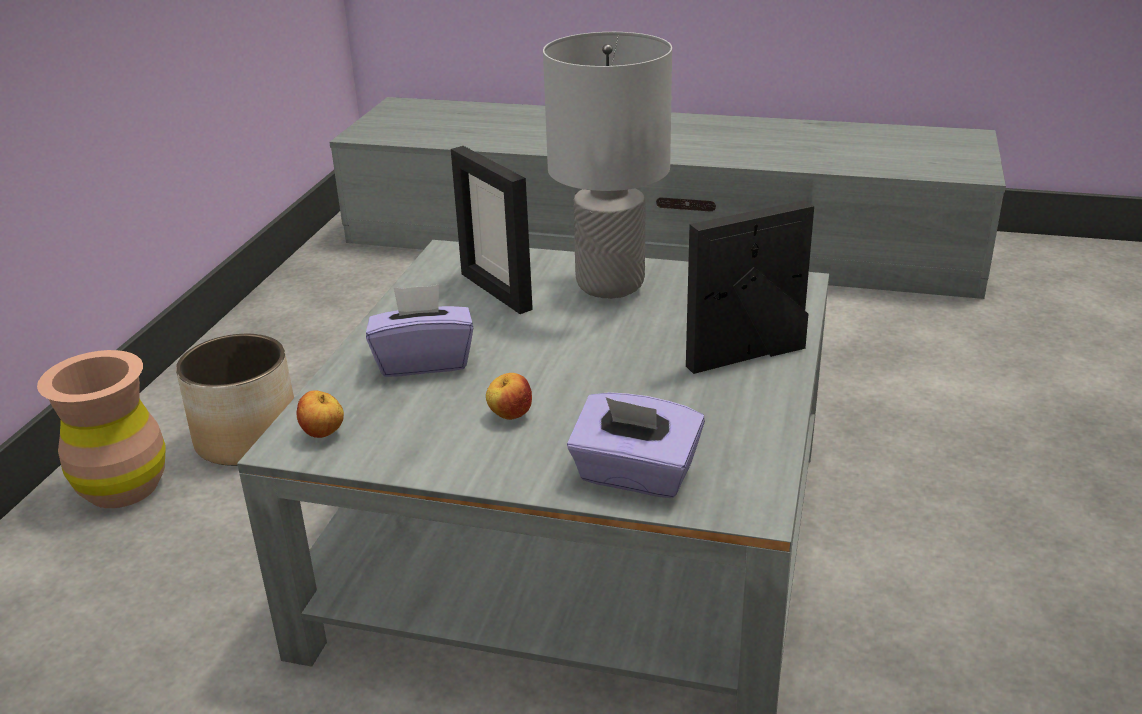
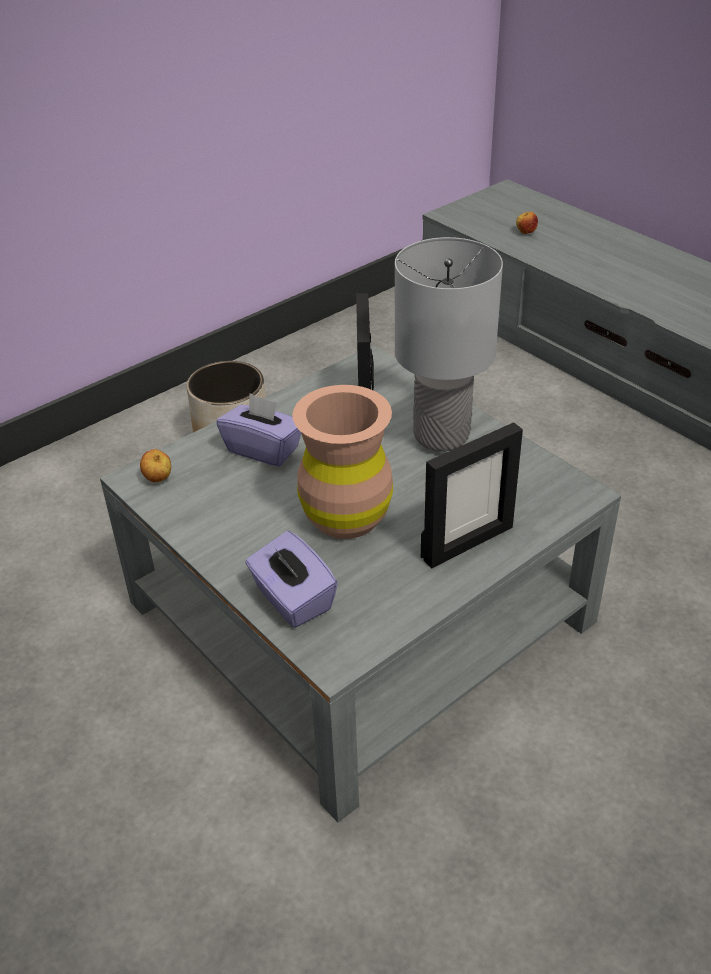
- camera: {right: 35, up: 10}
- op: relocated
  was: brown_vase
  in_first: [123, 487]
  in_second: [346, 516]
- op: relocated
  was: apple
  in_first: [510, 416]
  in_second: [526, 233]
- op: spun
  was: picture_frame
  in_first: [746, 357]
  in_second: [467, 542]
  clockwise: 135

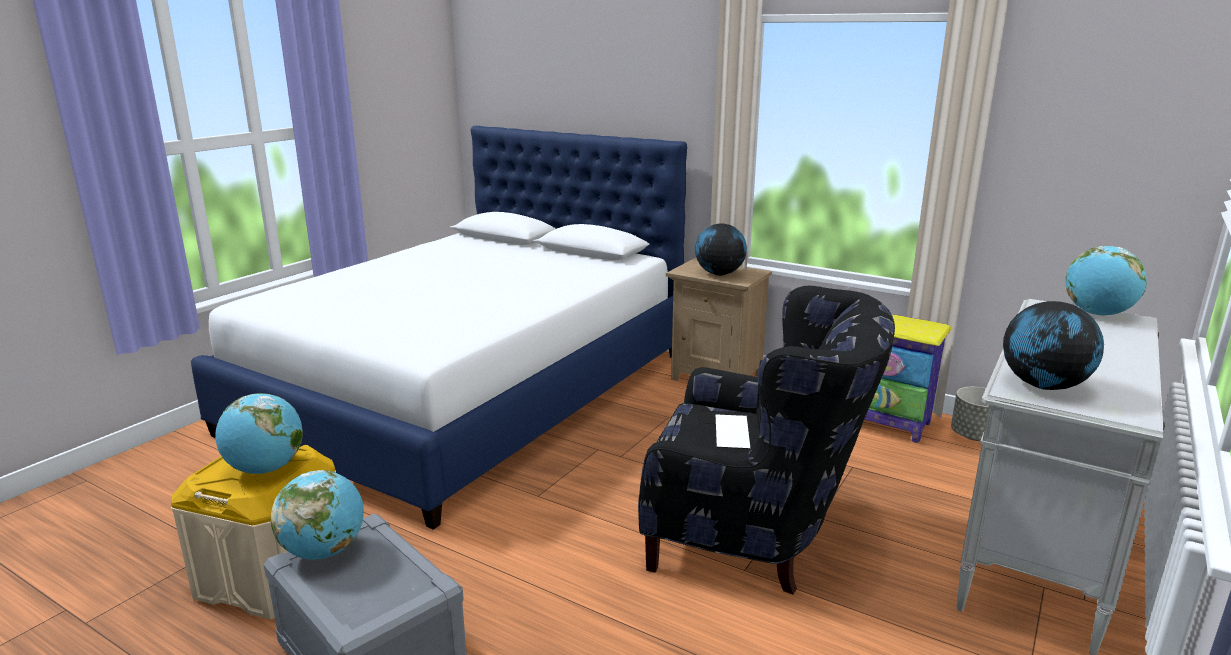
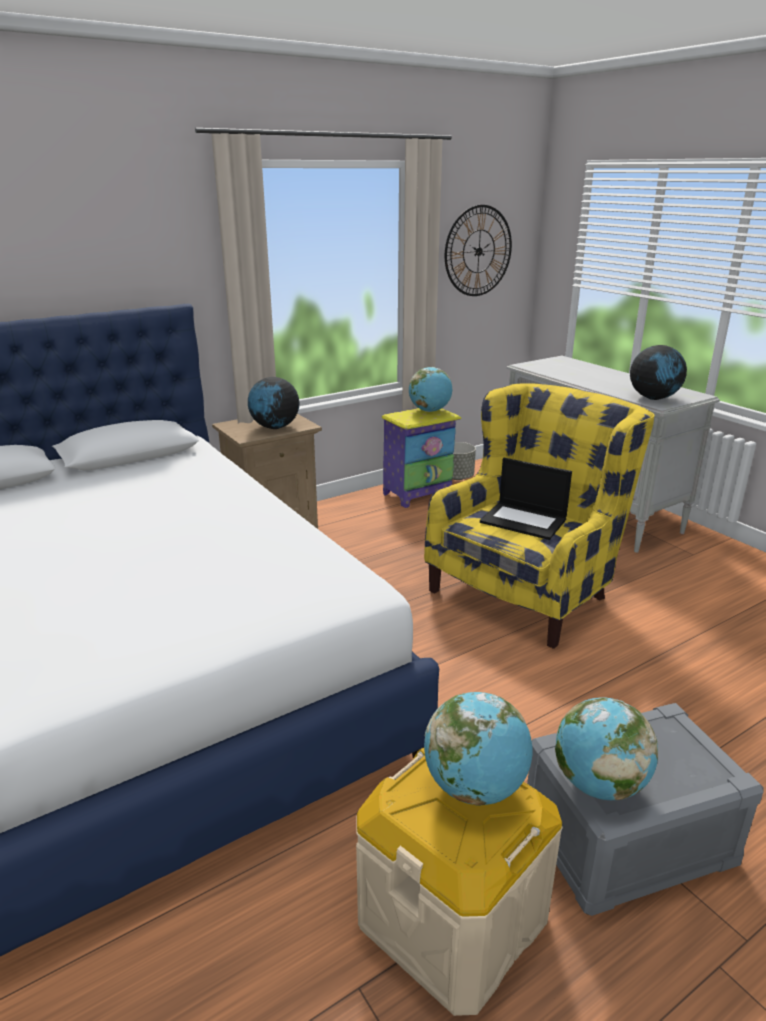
- camera: {right: -65, up: 5}
- op: colour
  was: black_armchair
  now: yellow_armchair
  in_first: [756, 534]
  in_second: [529, 588]
- op: relocated
  was: globe
  in_first: [1097, 314]
  in_second: [430, 411]
- op: appeared
  now: wall_clock
  in_second: [478, 251]

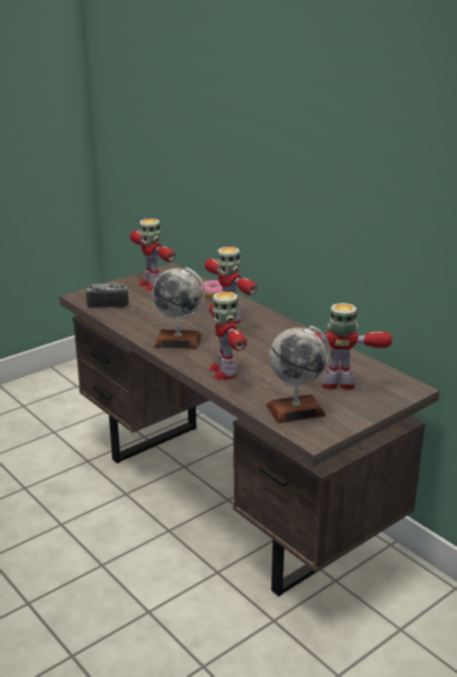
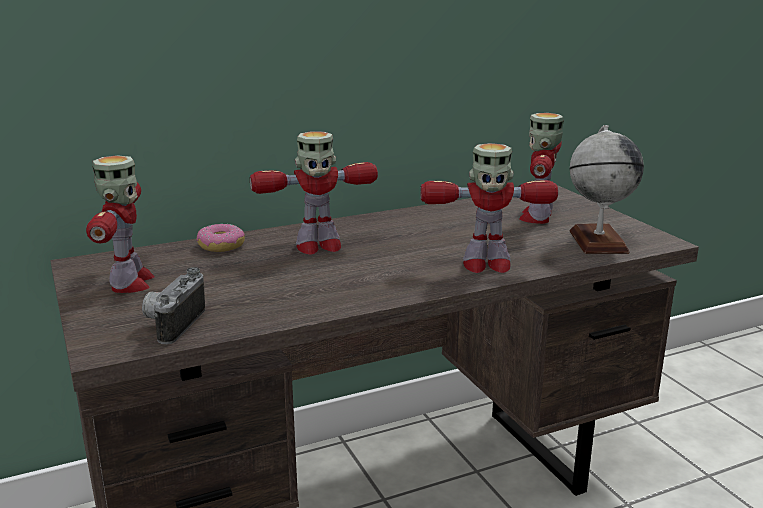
- camera: {right: -75, up: -5}
- op: spun
  was: toy_robot
  in_first: [151, 285]
  in_second: [130, 283]
  clockwise: -75
- op: missing
  was: globe
  in_first: [178, 341]

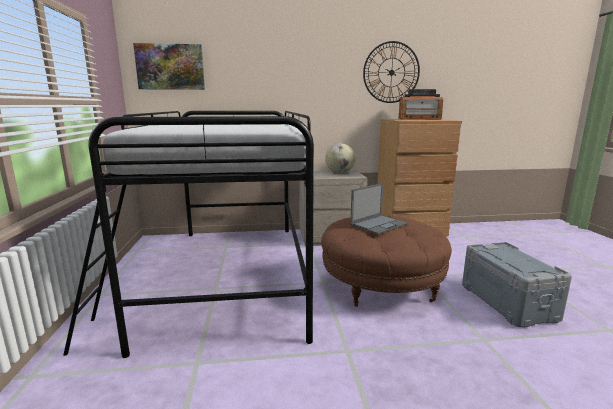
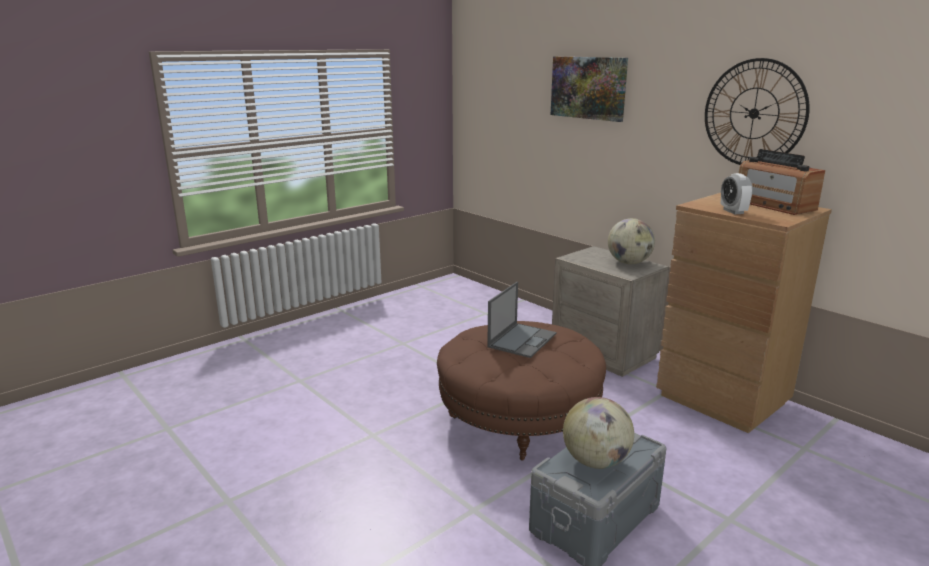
- camera: {right: 55, up: 5}
- op: missing
  was: black_bed
  in_first: [229, 275]
- op: relocated
  was: picture
  in_first: [170, 67]
  in_second: [588, 87]
- op: spun
  was: laptop
  in_first: [379, 224]
  in_second: [522, 340]
  clockwise: -75
- op: appeared
  now: globe
  in_second: [596, 461]
- op: appeared
  now: alarm_clock
  in_second: [733, 211]

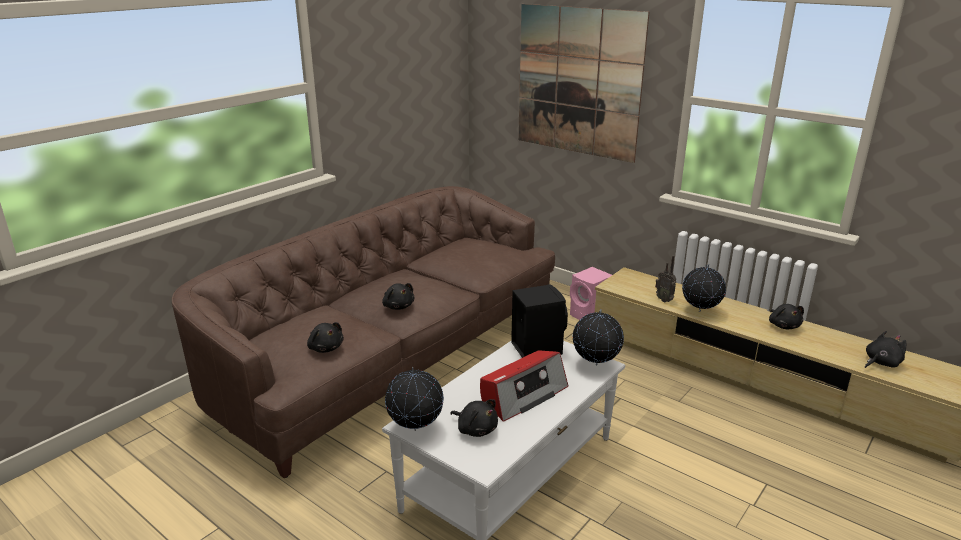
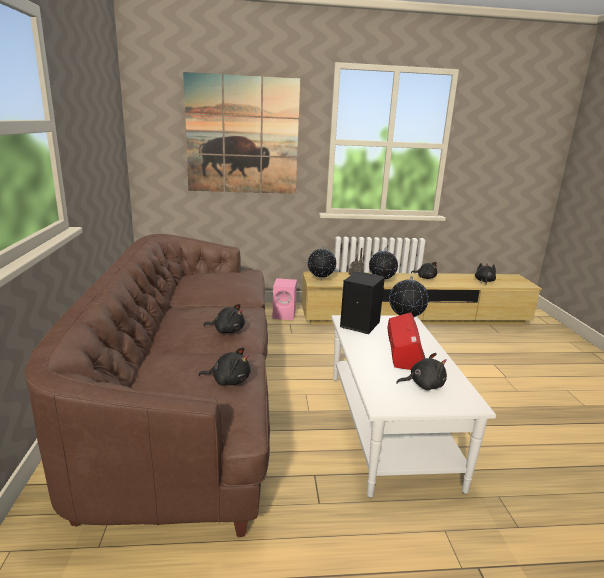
- camera: {right: -45, up: -5}
- op: relocated
  was: globe
  in_first: [416, 429]
  in_second: [320, 280]

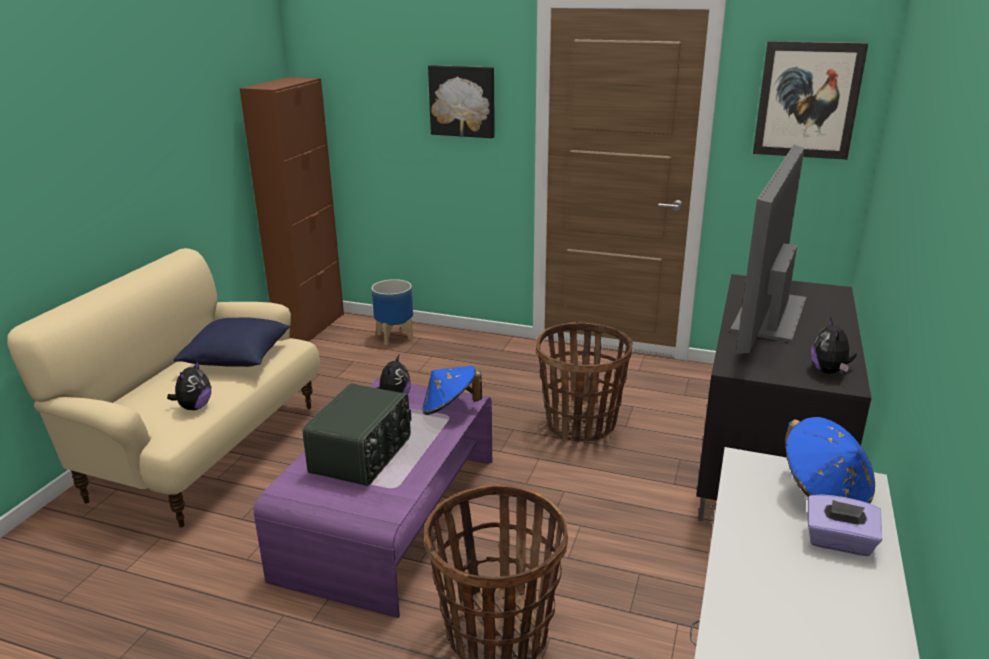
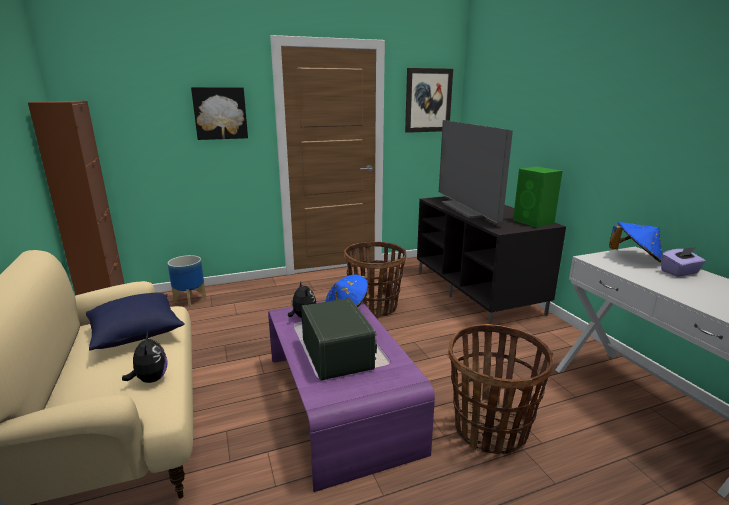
- camera: {right: -40, up: -5}
- op: exchanged
  was: plush_toy
  now: green_speaker
  in_first: [829, 371]
  in_second: [534, 222]

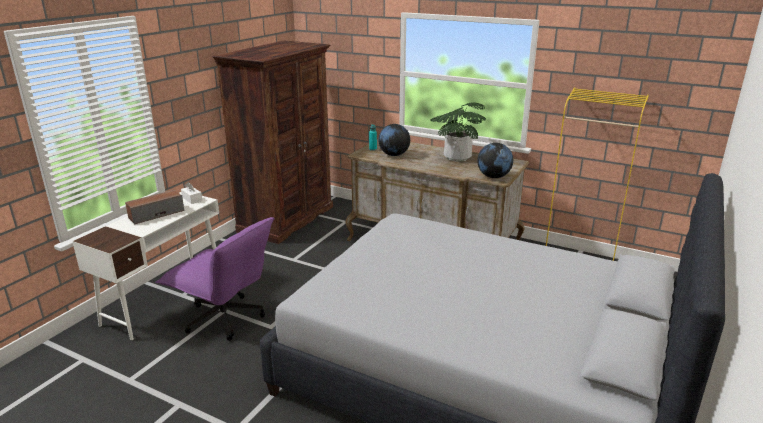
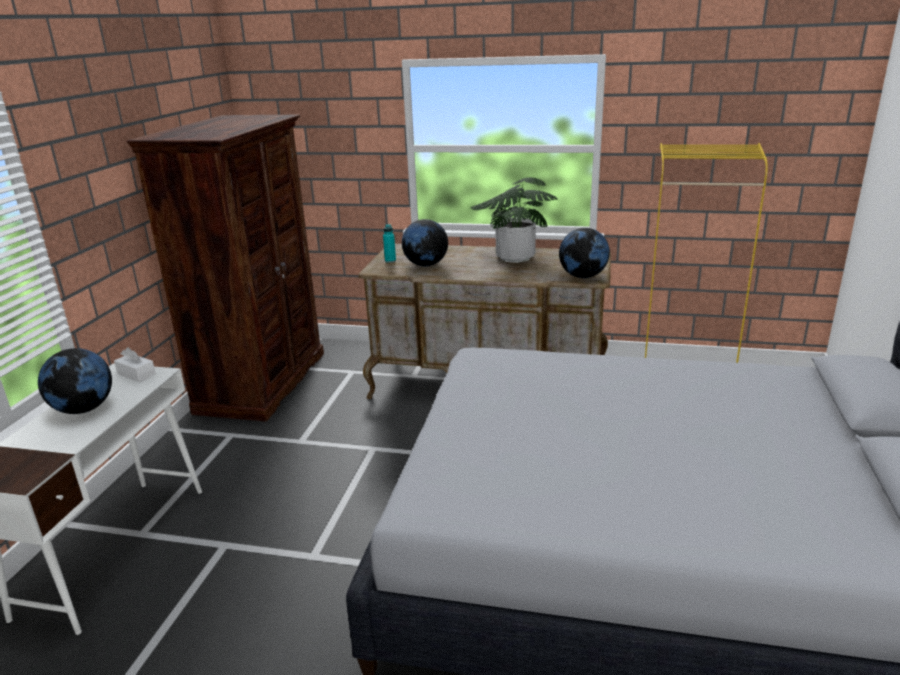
- camera: {right: -15, up: 0}
- op: exchanged
  was: speaker
  now: globe
  in_first: [156, 214]
  in_second: [84, 409]
- op: missing
  was: purple_office_chair
  in_first: [223, 318]

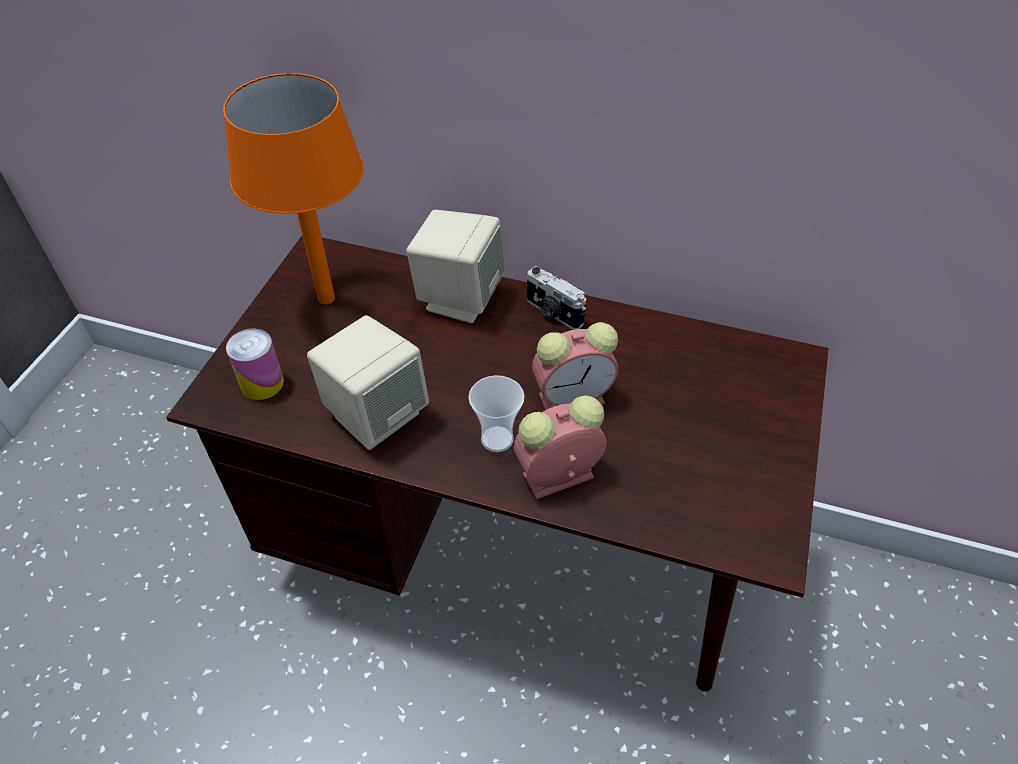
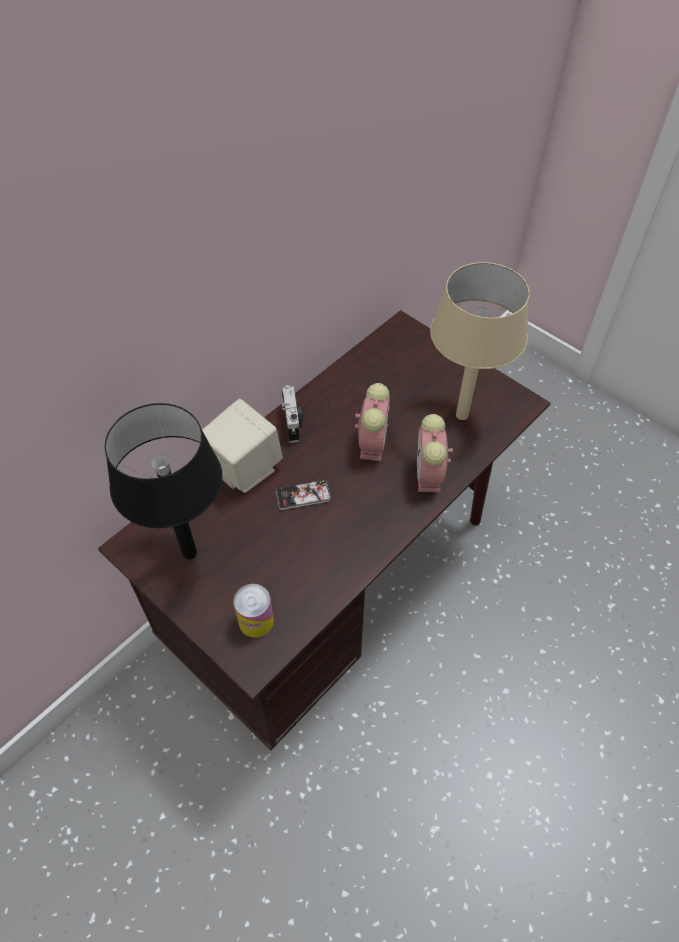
- camera: {right: -65, up: 5}
- op: colour
  was: orange_table_lamp
  now: black_table_lamp
  in_first: [326, 299]
  in_second: [190, 553]
- op: missing
  was: beige_speaker
  in_first: [376, 415]
- op: missing
  was: cup
  in_first: [497, 439]
- op: spun
  was: photo_camera
  in_first: [553, 313]
  in_second: [293, 423]
  clockwise: -75
- op: appeared
  now: phone
  in_second: [303, 495]
- op: appeared
  now: beige_table_lamp
  in_second: [462, 414]

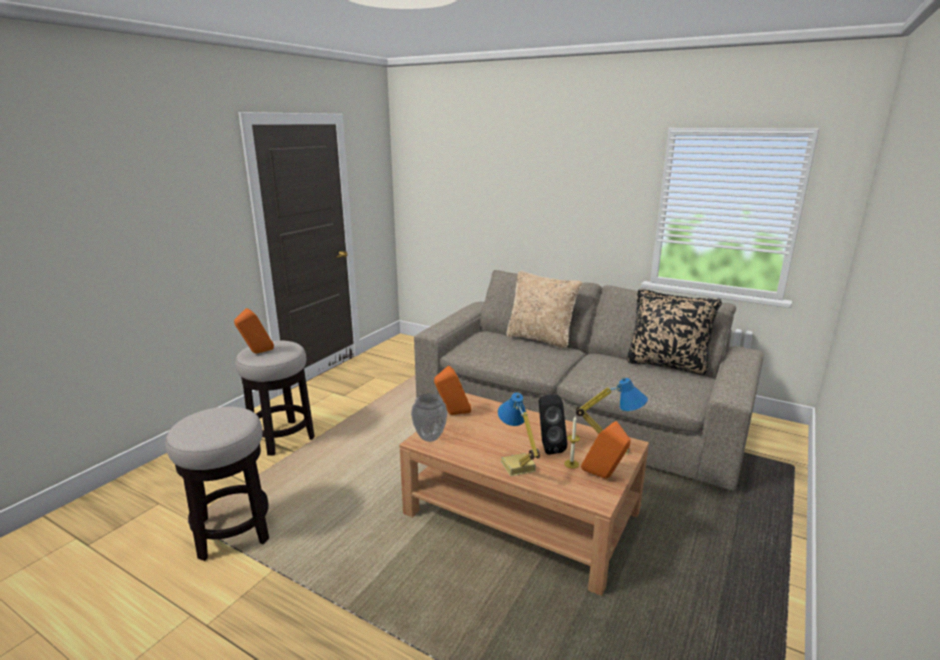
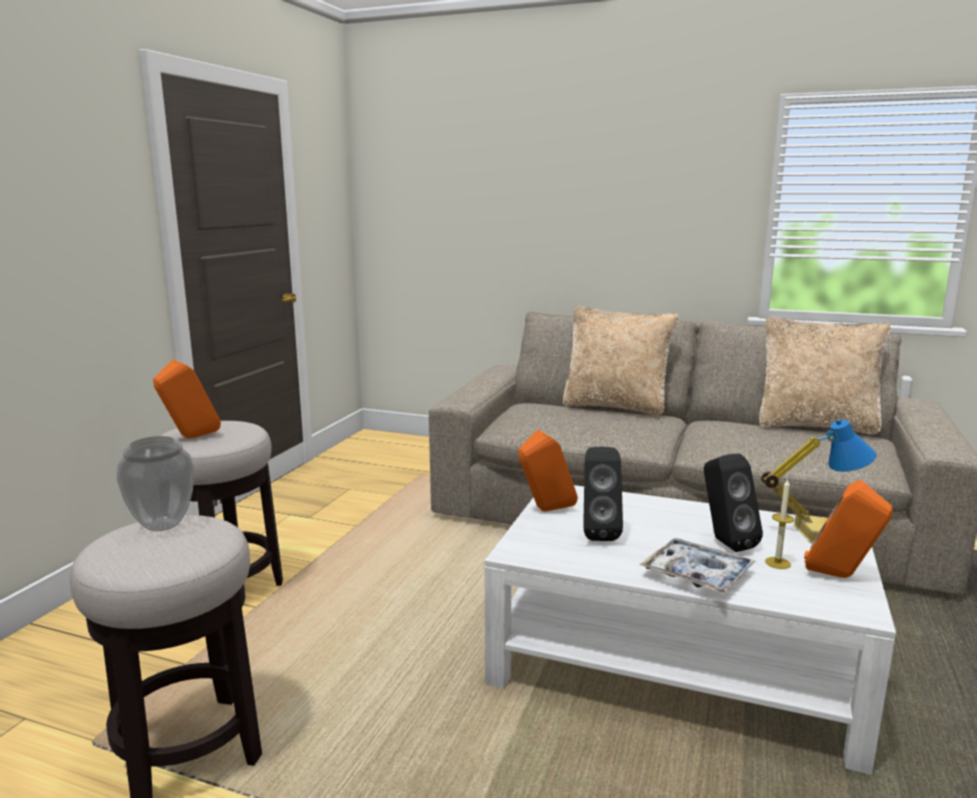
- camera: {right: -10, up: -5}
- op: colour
  was: brown_coffee_table
  now: white_coffee_table
  in_first: [523, 513]
  in_second: [677, 661]
- op: relocated
  was: vase
  in_first: [430, 438]
  in_second: [163, 526]
- op: exchanged
  was: table_lamp
  now: tray
  in_first: [516, 467]
  in_second: [697, 574]
- op: colour
  was: black_pillow
  now: beige_pillow
  in_first: [667, 366]
  in_second: [817, 428]
- op: appeared
  now: black_speaker
  in_second: [598, 533]

